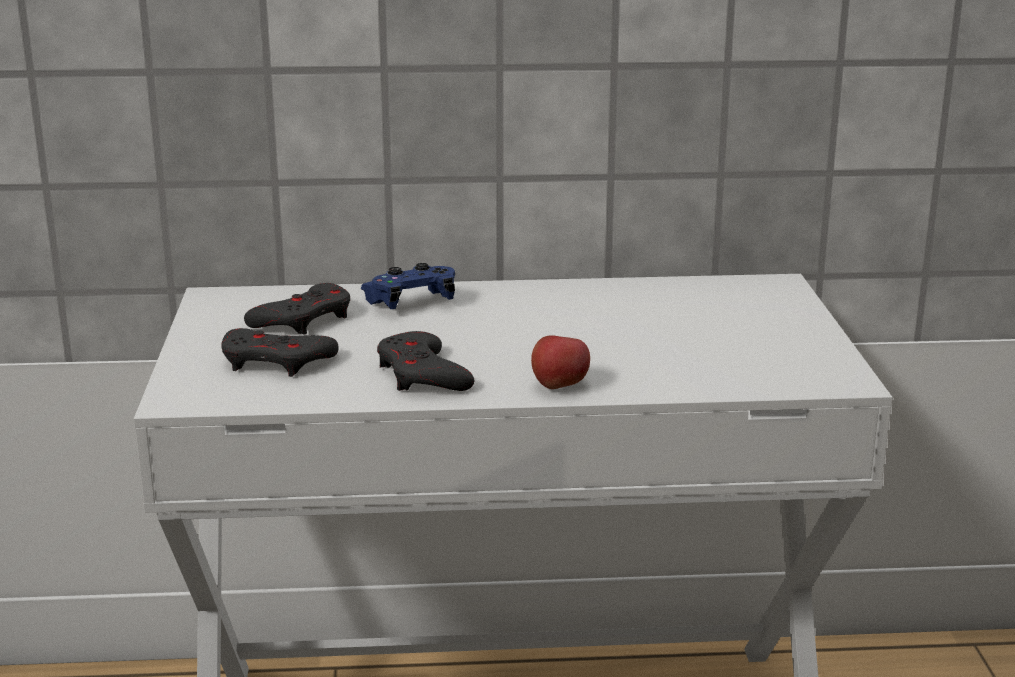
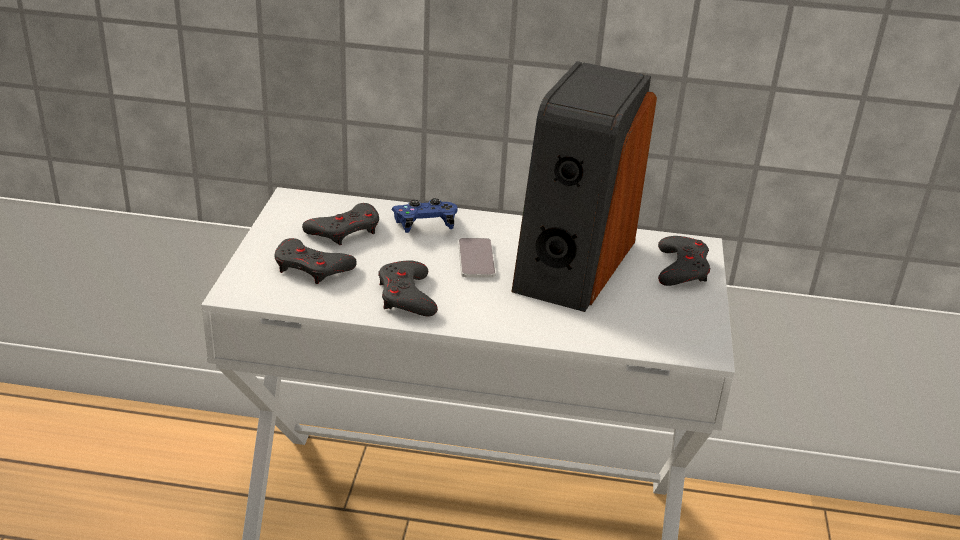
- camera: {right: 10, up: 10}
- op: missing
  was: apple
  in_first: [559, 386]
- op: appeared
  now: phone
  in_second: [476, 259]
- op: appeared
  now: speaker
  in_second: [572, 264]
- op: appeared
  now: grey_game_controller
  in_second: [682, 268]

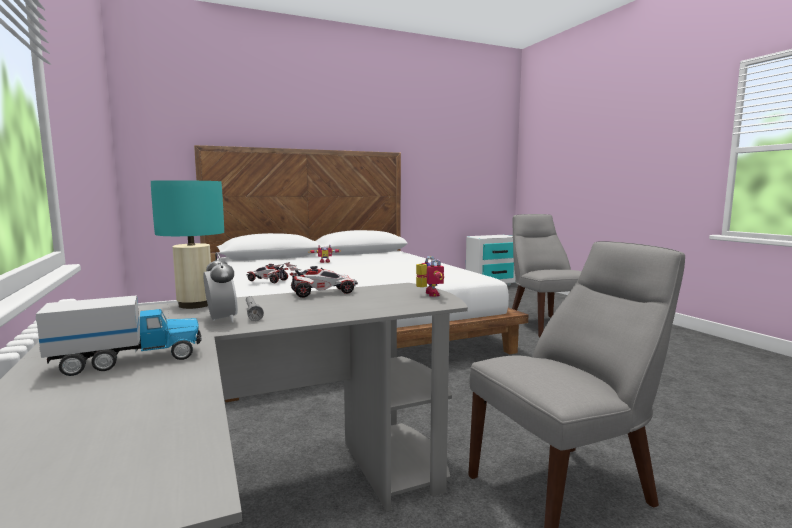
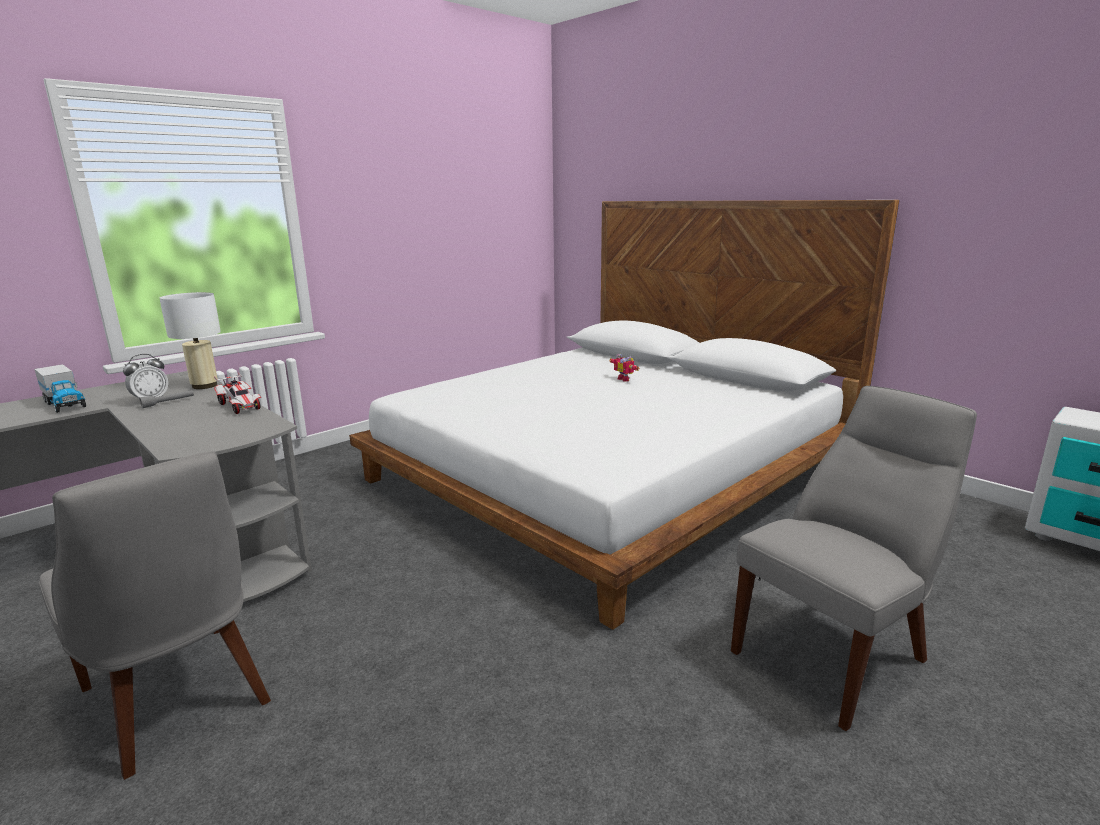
- camera: {right: 70, up: 10}
- op: colour
  was: turquoise_table_lamp
  now: white_table_lamp
  in_first: [194, 304]
  in_second: [205, 385]
- op: missing
  was: toy_car
  in_first: [267, 281]
- op: missing
  was: toy_robot
  in_first: [428, 294]

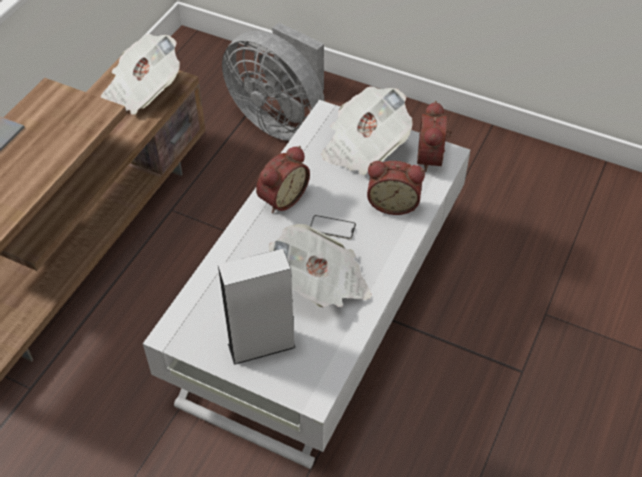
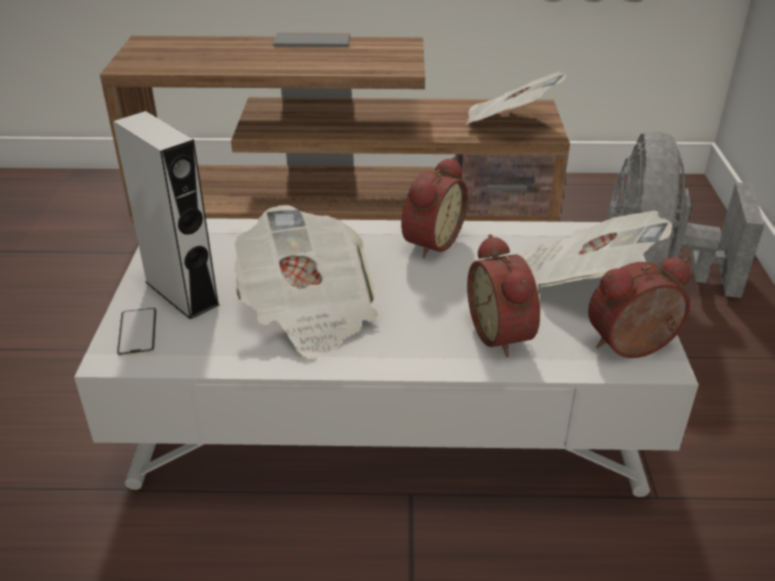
- camera: {right: 65, up: -15}
- op: spun
  was: alarm_clock
  in_first: [281, 198]
  in_second: [429, 241]
  clockwise: -75
- op: relocated
  was: phone
  in_first: [332, 227]
  in_second: [137, 332]

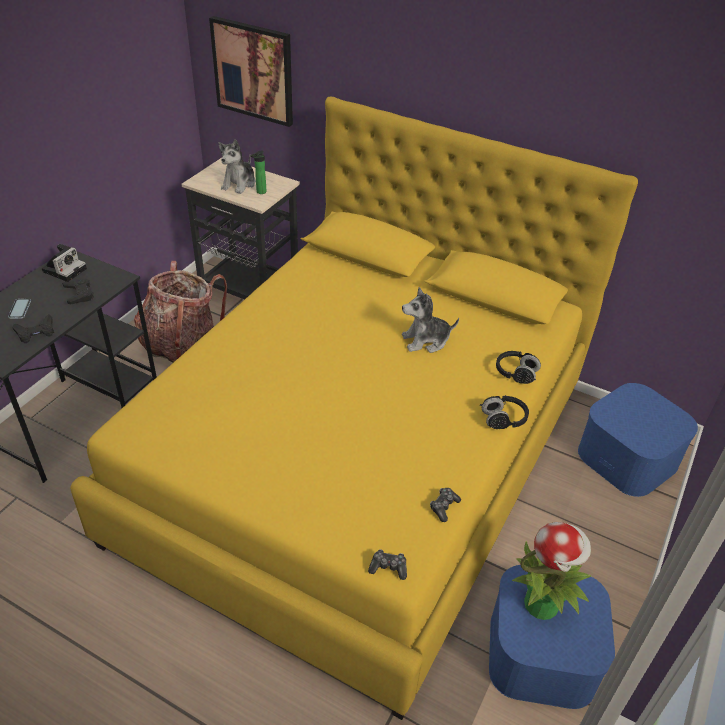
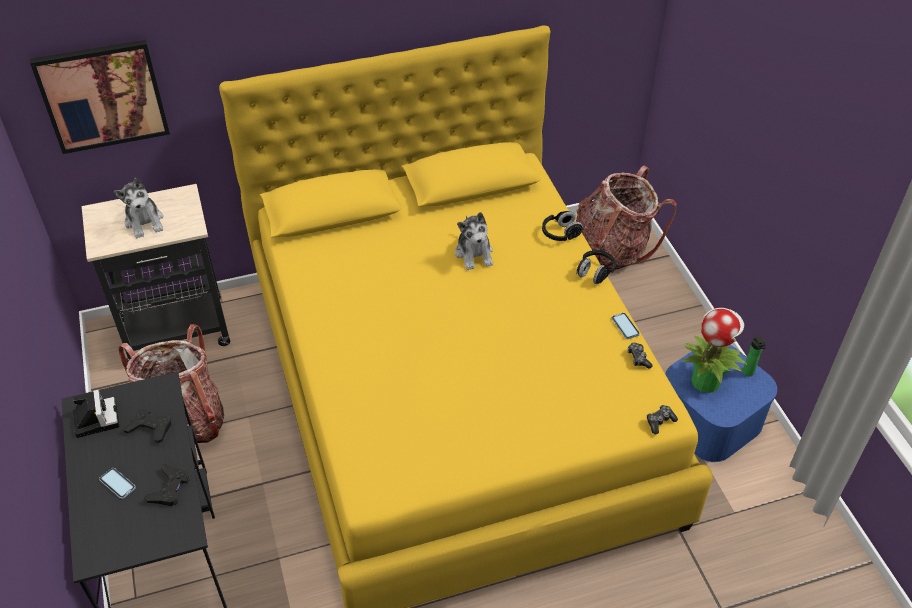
- camera: {right: -45, up: 5}
- op: relocated
  was: bottle
  in_first: [260, 192]
  in_second: [749, 373]
- op: spun
  was: plush_toy
  in_first: [426, 341]
  in_second: [474, 254]
  clockwise: -45
- op: exchanged
  was: blue_storage_box
  now: backpack
  in_first: [628, 457]
  in_second: [613, 248]
- op: appeared
  now: phone
  in_second: [625, 326]

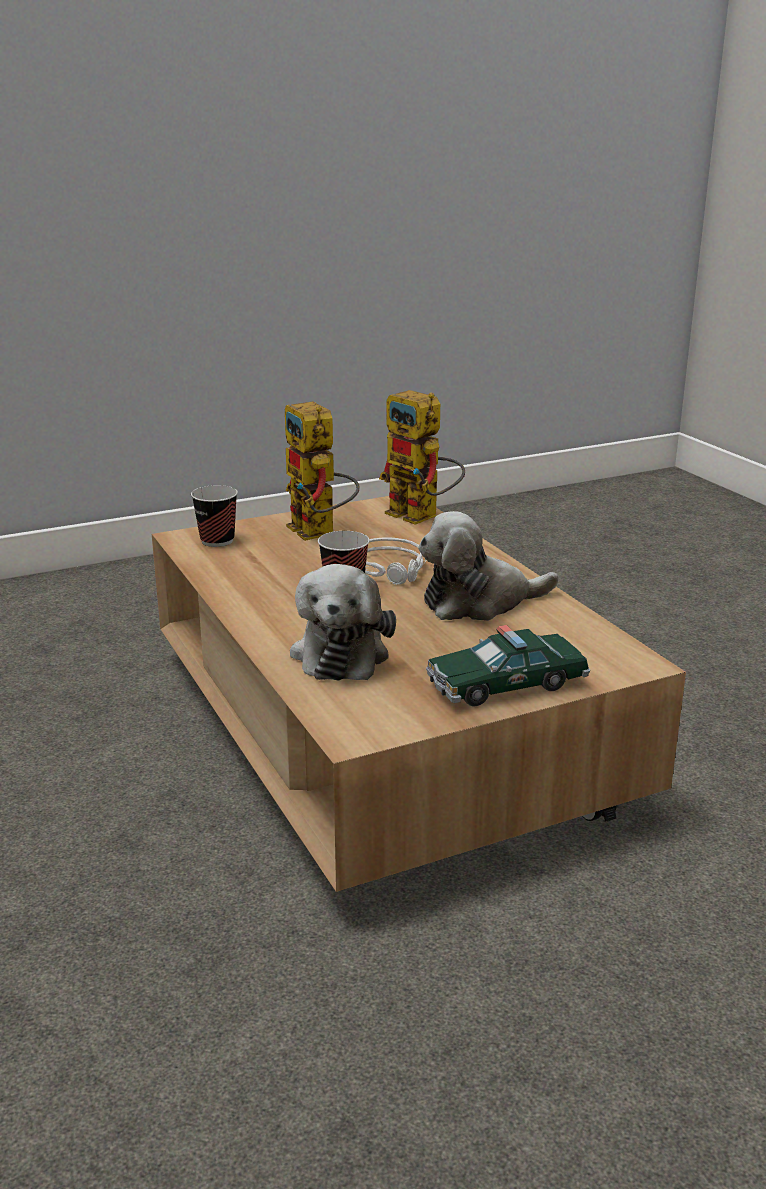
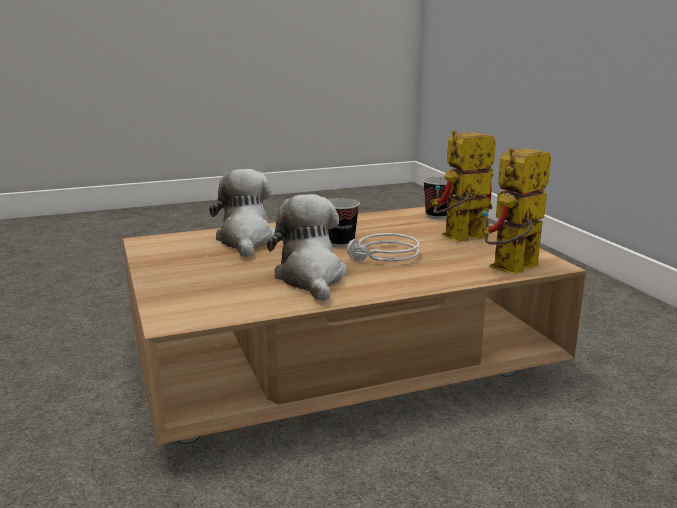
- camera: {right: 95, up: -5}
- op: spun
  was: plush_toy
  in_first: [341, 653]
  in_second: [246, 241]
  clockwise: 75
- op: missing
  was: toy_car
  in_first: [506, 684]

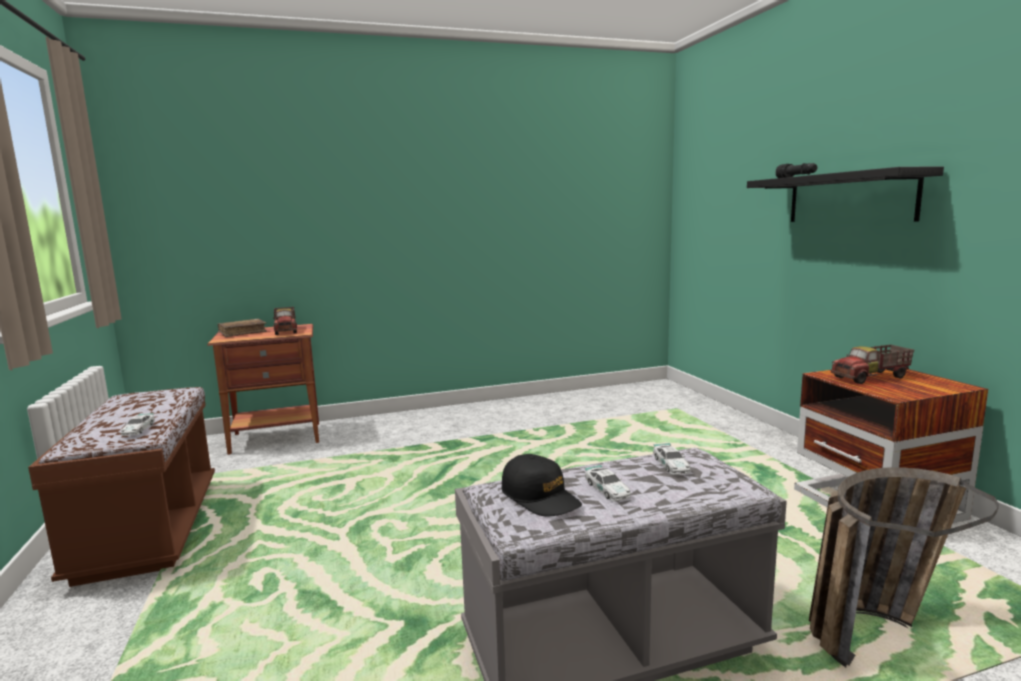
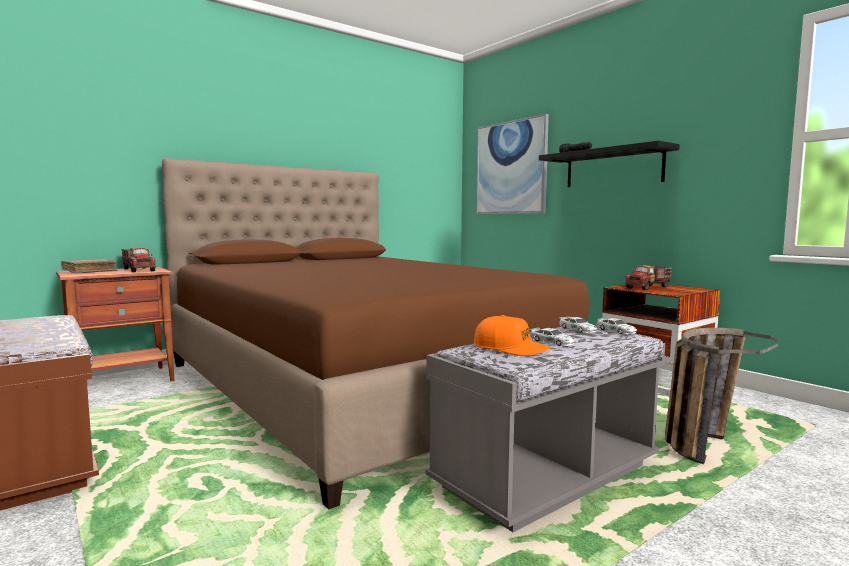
- camera: {right: -20, up: -5}
- op: relocated
  was: toy_car
  in_first: [138, 429]
  in_second: [616, 331]
- op: colour
  was: black_cap
  now: orange_cap
  in_first: [540, 497]
  in_second: [510, 348]
- op: appeared
  now: brown_bed
  in_second: [360, 385]
- op: appeared
  now: picture
  in_second: [511, 168]

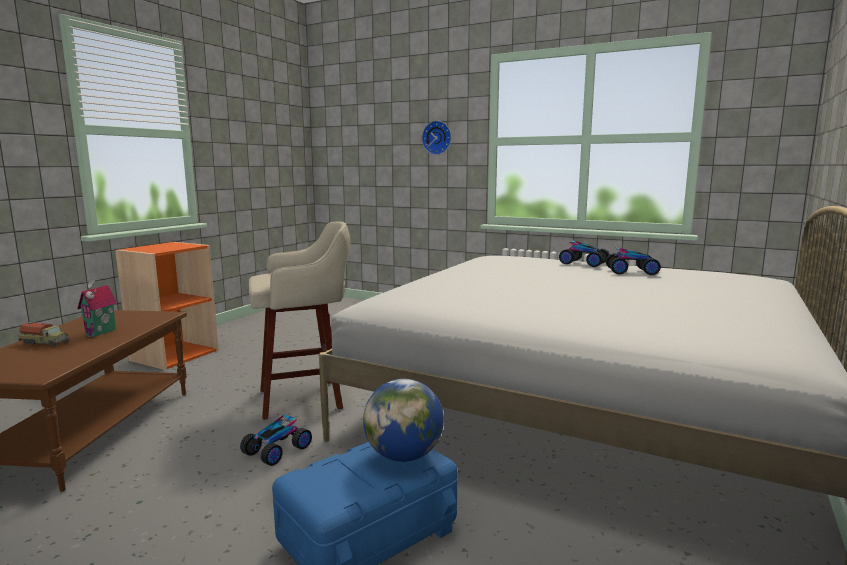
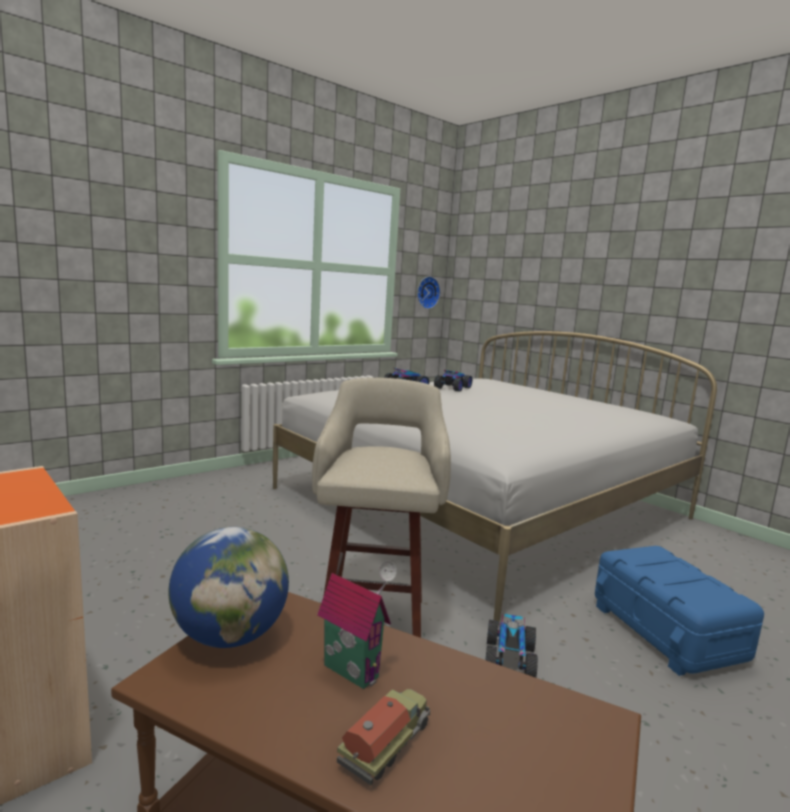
- camera: {right: -70, up: 0}
- op: spun
  was: toy_car
  in_first: [276, 450]
  in_second: [508, 659]
  clockwise: 45
- op: relocated
  was: globe
  in_first: [403, 455]
  in_second: [230, 636]
- op: relocated
  was: wall_clock
  in_first: [437, 138]
  in_second: [426, 292]

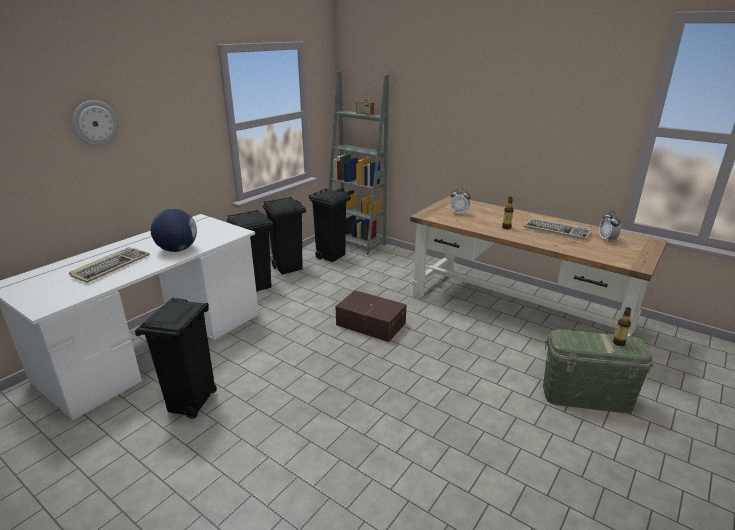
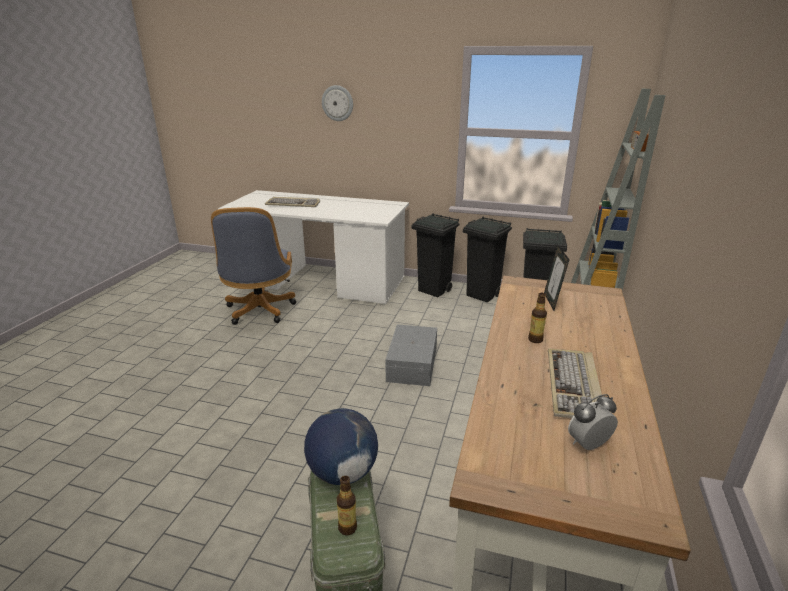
- camera: {right: 70, up: 0}
- op: exchanged
  was: black_trash_can
  now: blue_office_chair
  in_first: [191, 404]
  in_second: [260, 313]
- op: relocated
  was: globe
  in_first: [177, 250]
  in_second: [342, 473]
- op: colour
  was: brown_storage_box
  now: grey_storage_box
  in_first: [371, 323]
  in_second: [413, 364]
- op: exchanged
  was: alarm_clock
  now: picture_frame
  in_first: [459, 213]
  in_second: [552, 302]

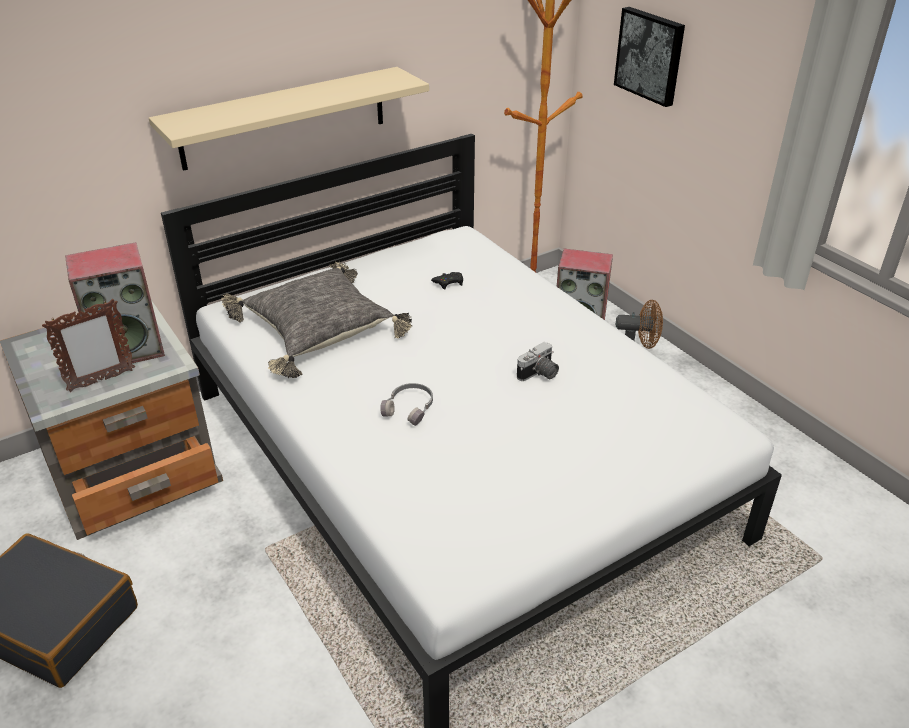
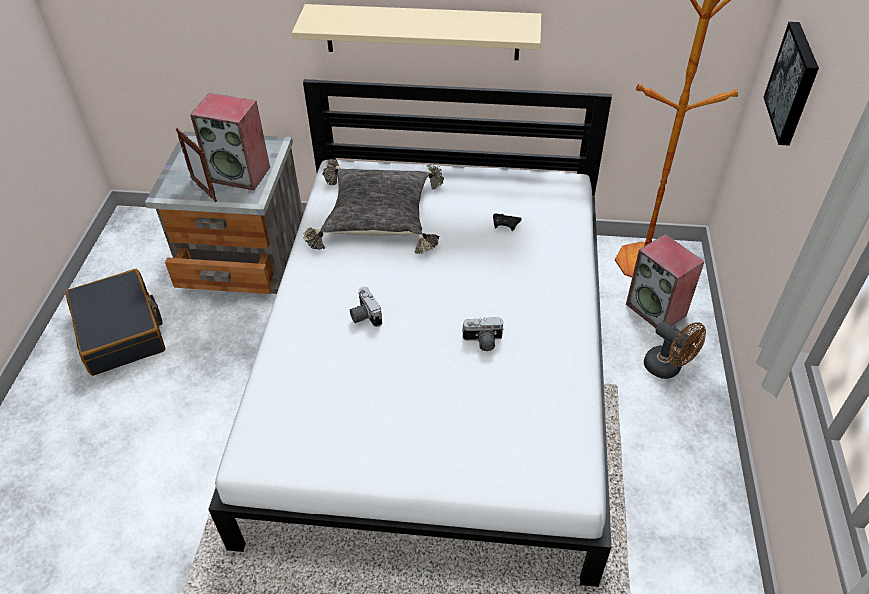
- camera: {right: 40, up: 10}
- op: spun
  was: picture_frame
  in_first: [101, 380]
  in_second: [204, 190]
  clockwise: 45
- op: exchanged
  was: grey_headphones
  now: photo_camera
  in_first: [410, 408]
  in_second: [364, 316]

